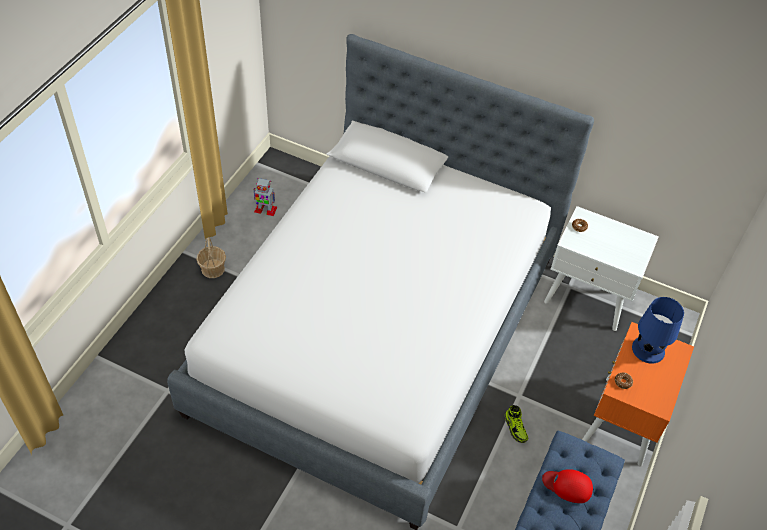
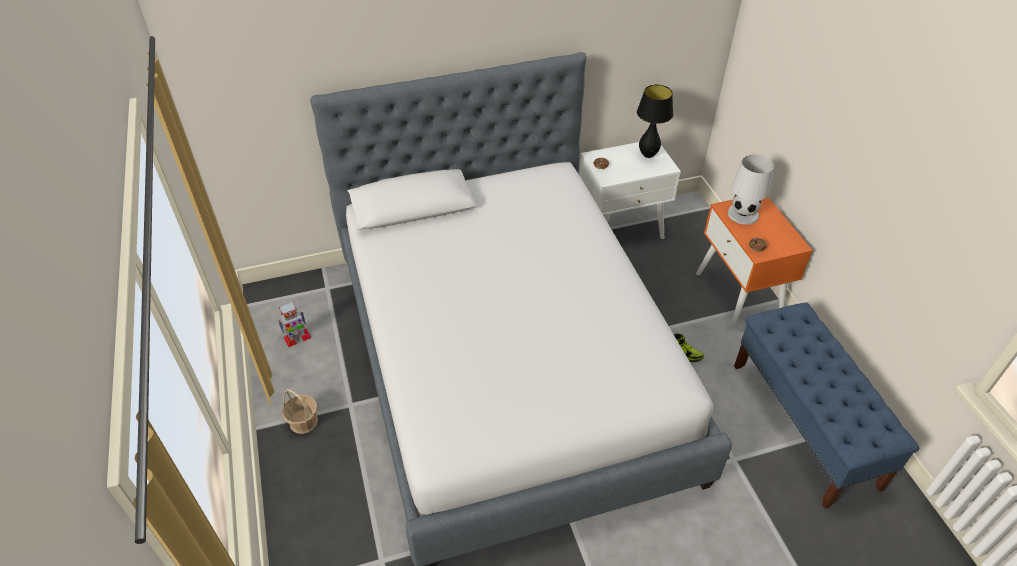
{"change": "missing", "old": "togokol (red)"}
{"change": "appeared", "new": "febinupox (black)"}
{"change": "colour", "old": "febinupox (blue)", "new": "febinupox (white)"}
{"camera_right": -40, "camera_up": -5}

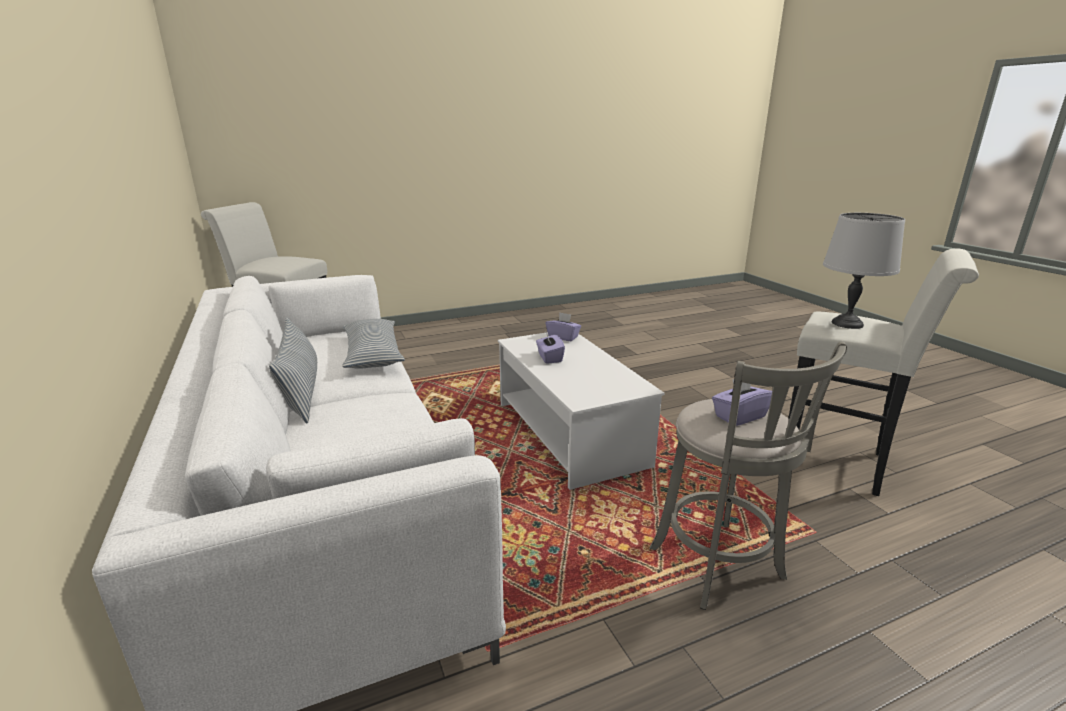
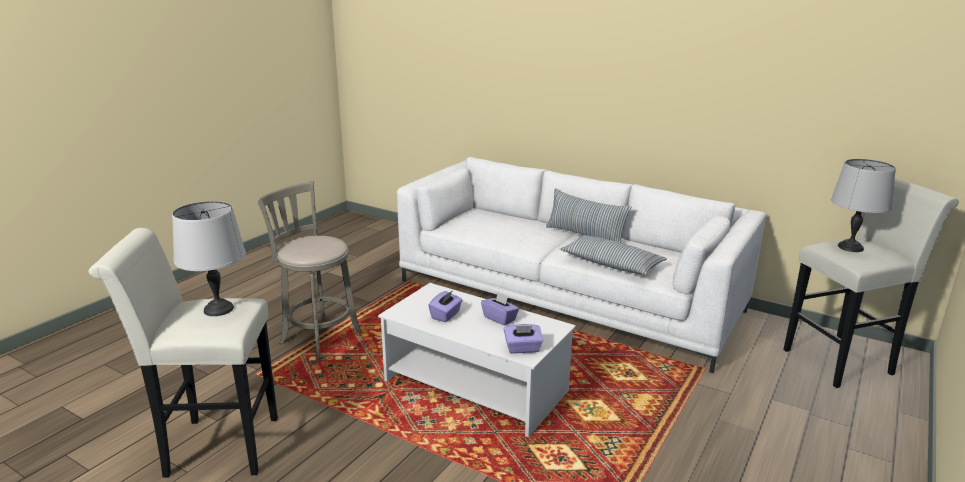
{"change": "appeared", "new": "febinupox (grey) (no. 2 from left)"}
{"change": "relocated", "old": "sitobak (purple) (no. 3 from left in the first image)", "new": "sitobak (purple) (no. 1 from left)"}
{"camera_right": 145, "camera_up": 0}

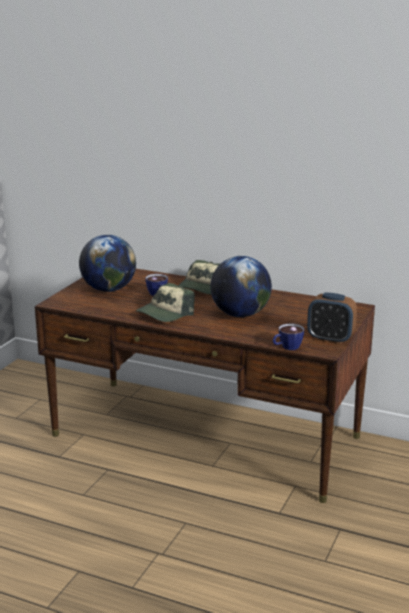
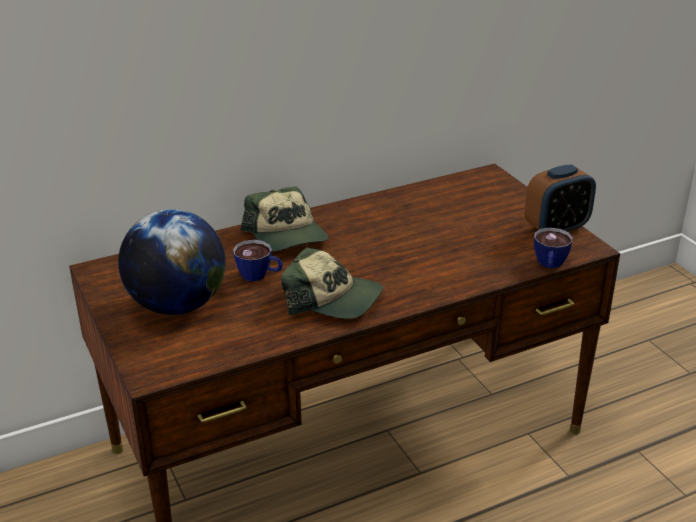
{"change": "missing", "old": "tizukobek (no. 2 from left)"}
{"change": "spun", "old": "togokol (no. 1 from left in the first image)", "degrees": -60}
{"camera_right": -50, "camera_up": 10}

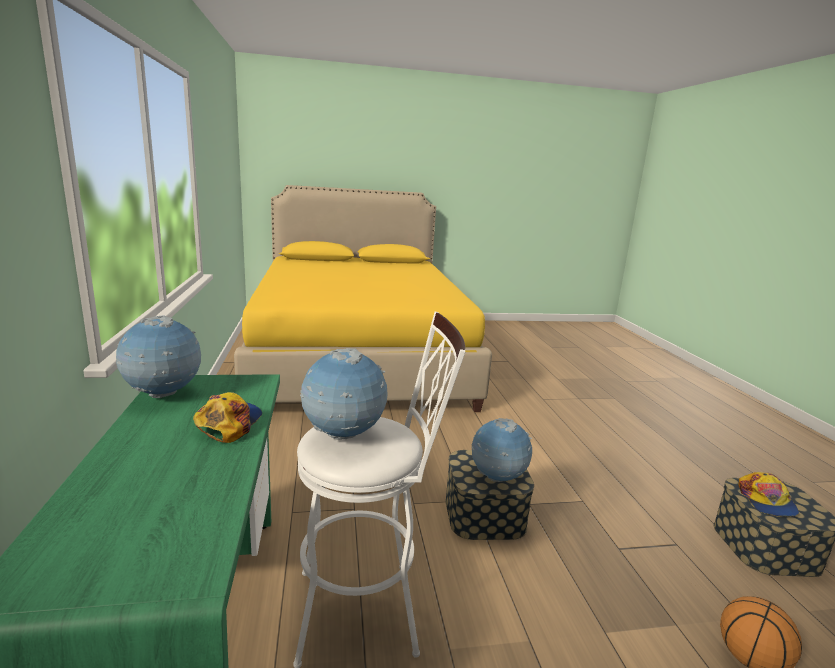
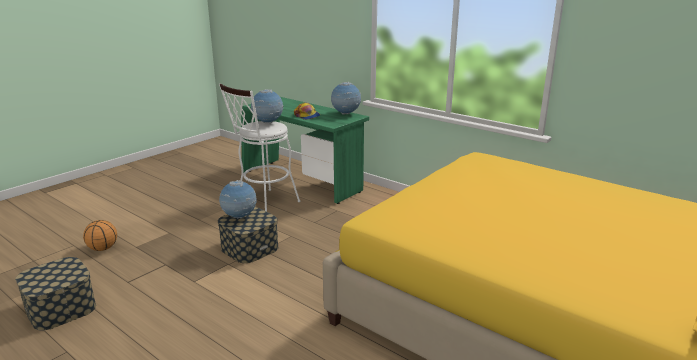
{"change": "missing", "old": "togokol (no. 2 from left)"}
{"camera_right": 140, "camera_up": 5}

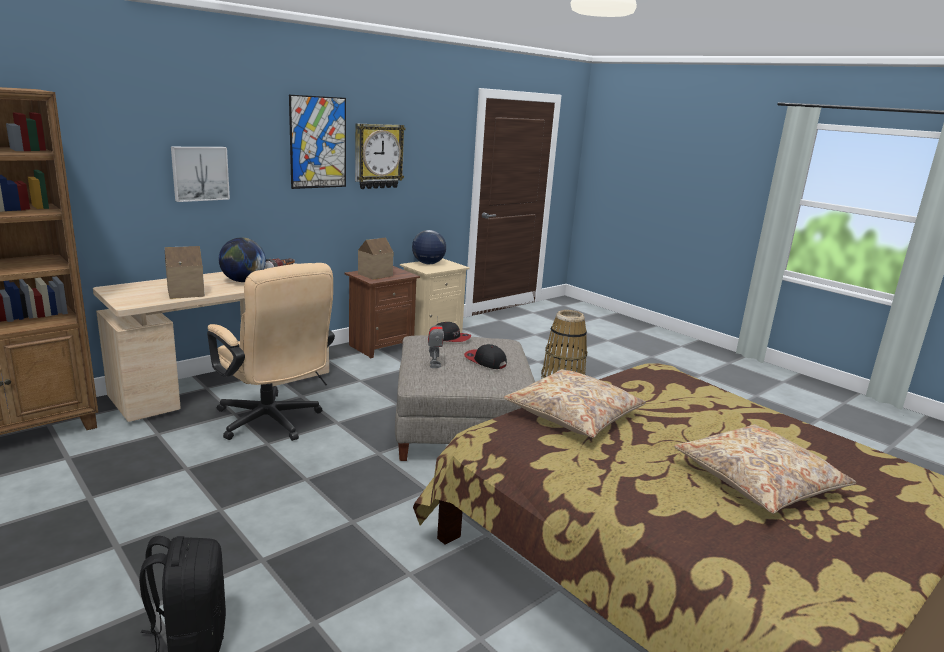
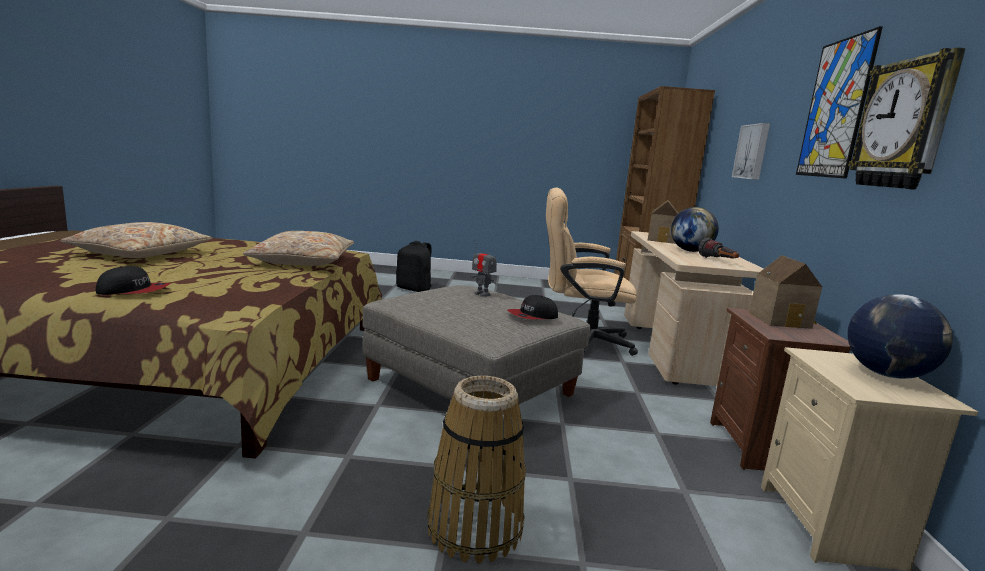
{"change": "relocated", "old": "togokol (no. 2 from left in the first image)", "new": "togokol (no. 1 from left)"}
{"camera_right": 135, "camera_up": -5}

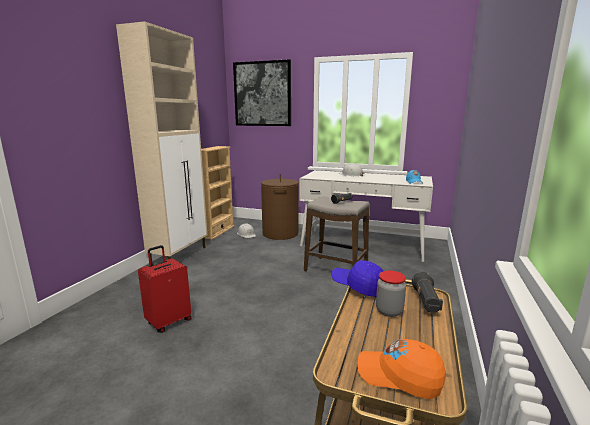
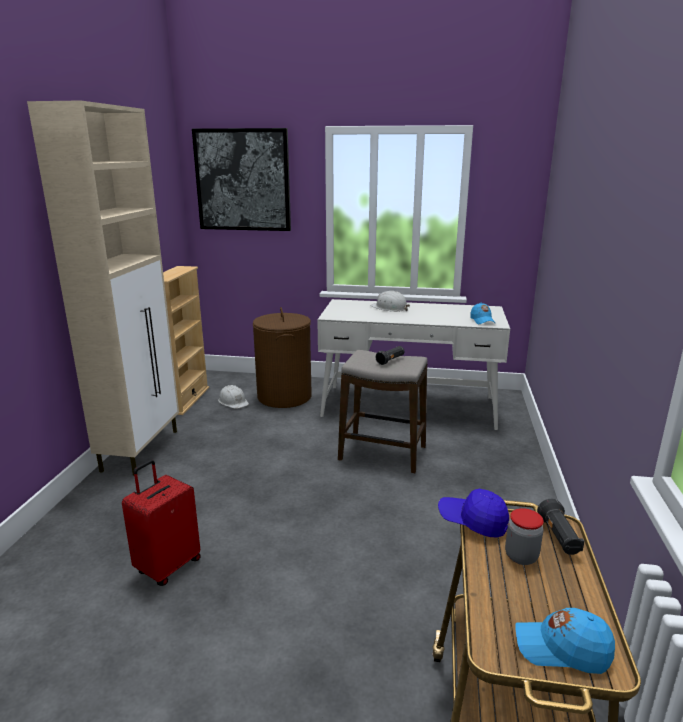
{"change": "colour", "old": "togokol (orange)", "new": "togokol (blue) (no. 3 from left)"}
{"camera_right": -10, "camera_up": 5}

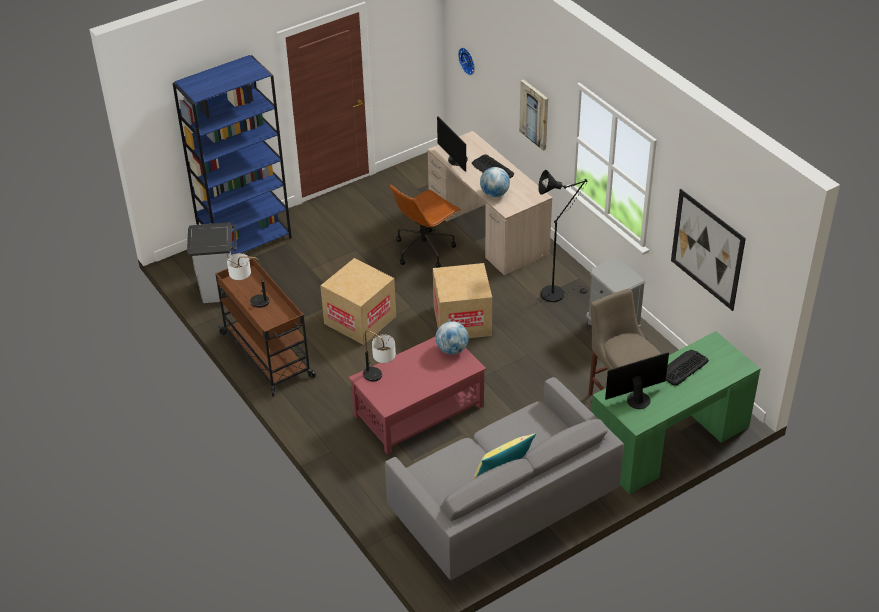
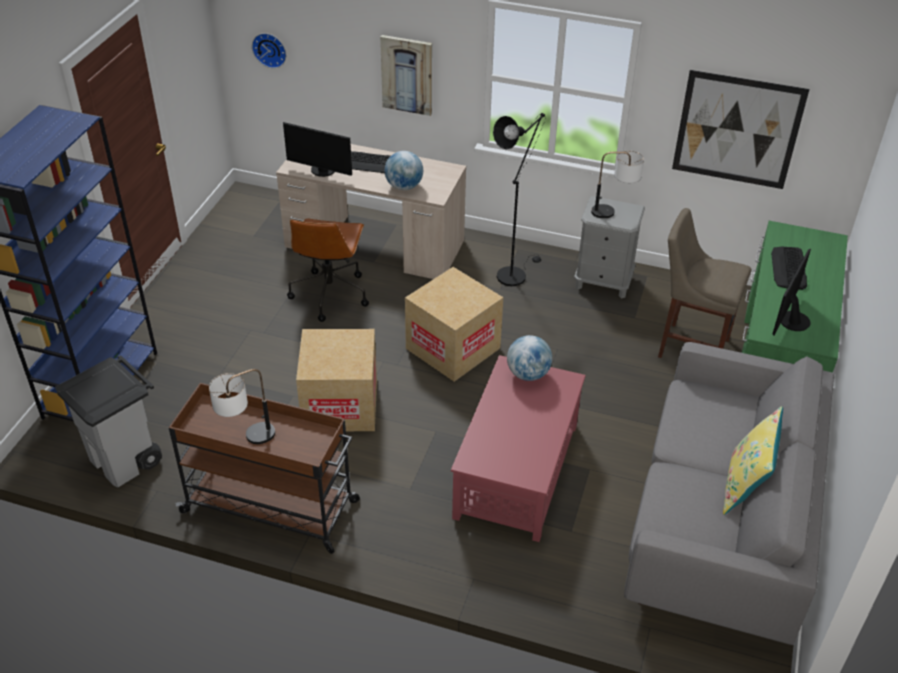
{"change": "relocated", "old": "febinupox (no. 2 from left)"}
{"camera_right": -40, "camera_up": 0}

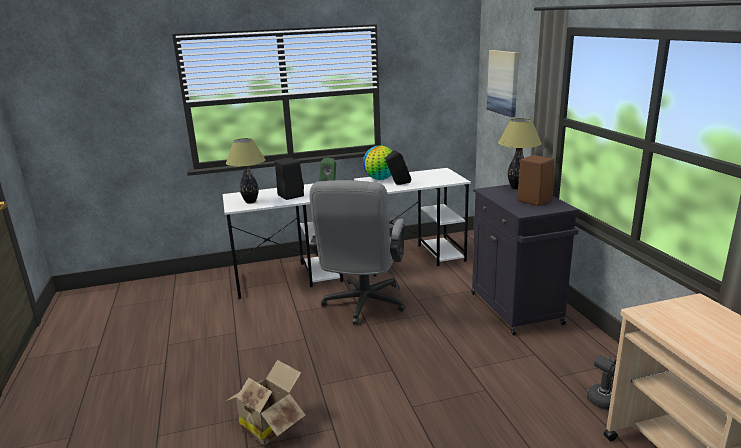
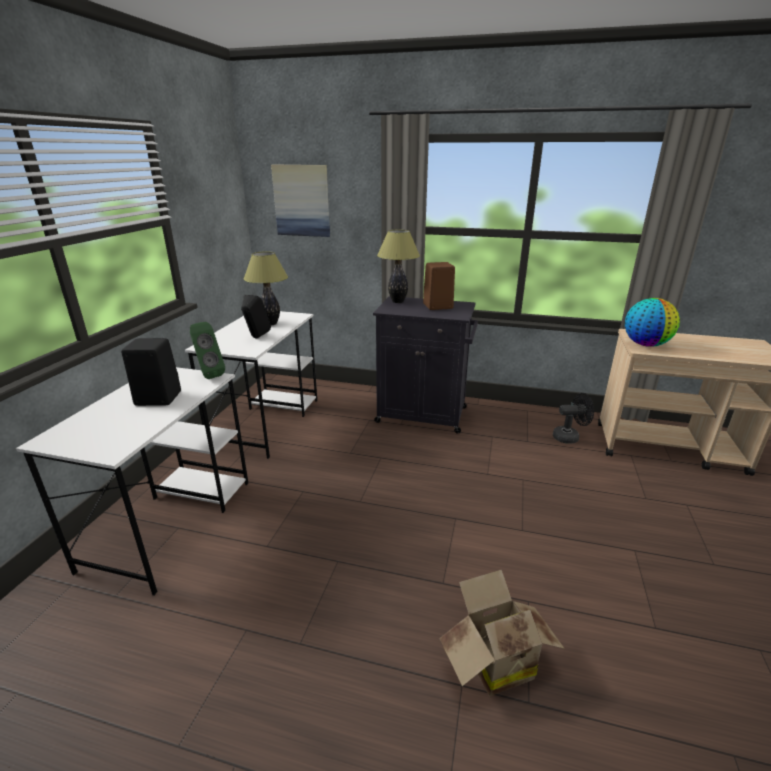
{"change": "missing", "old": "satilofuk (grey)"}
{"change": "relocated", "old": "febinupox (no. 1 from left)"}
{"change": "relocated", "old": "tizukobek"}
{"camera_right": -60, "camera_up": 5}

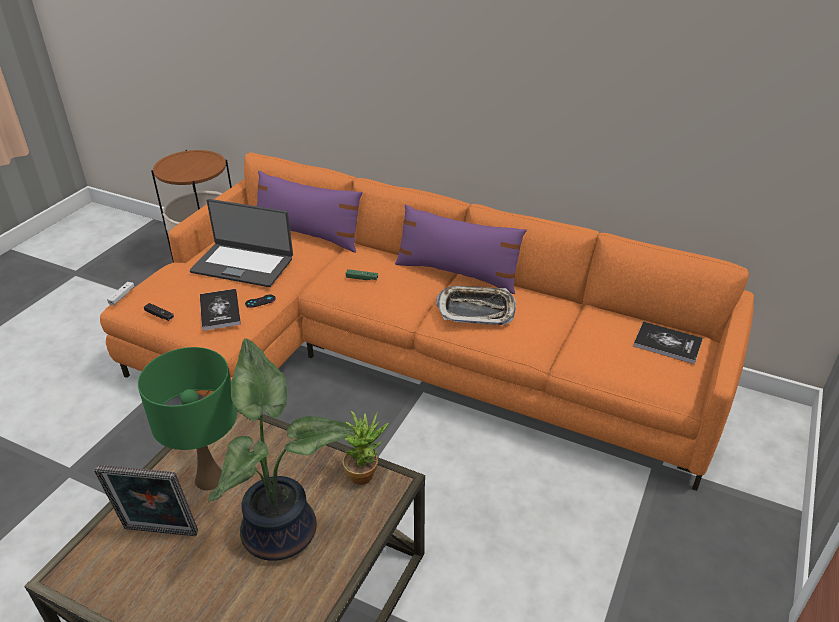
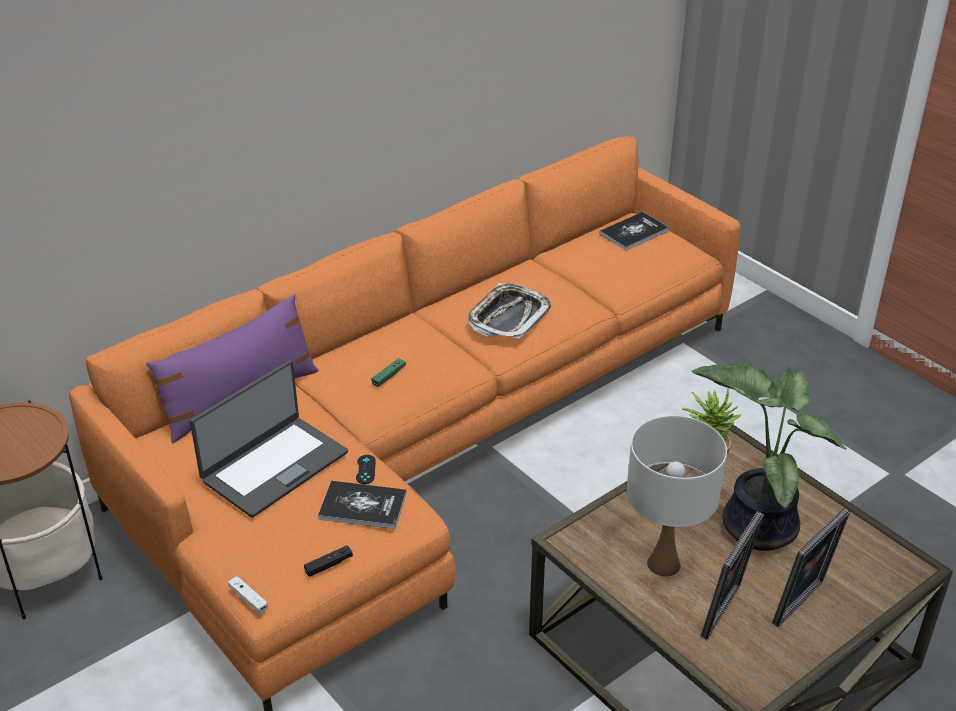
{"change": "missing", "old": "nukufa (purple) (no. 2 from left)"}
{"change": "appeared", "new": "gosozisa (no. 2 from left)"}
{"change": "colour", "old": "febinupox (green)", "new": "febinupox (white)"}
{"camera_right": -65, "camera_up": 0}

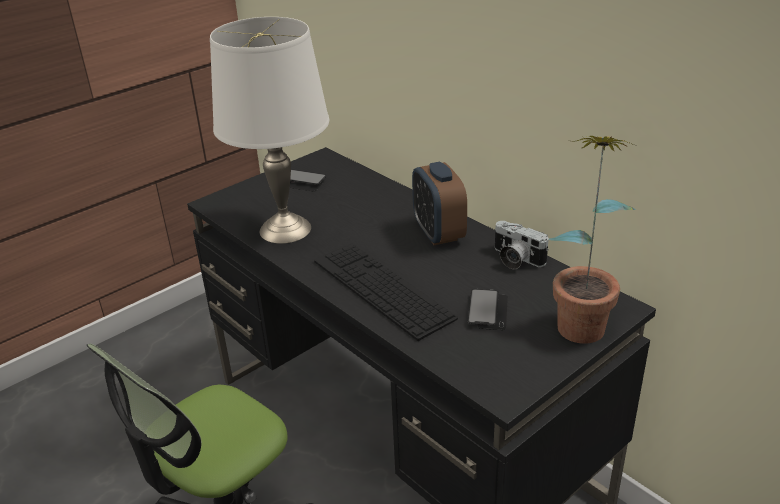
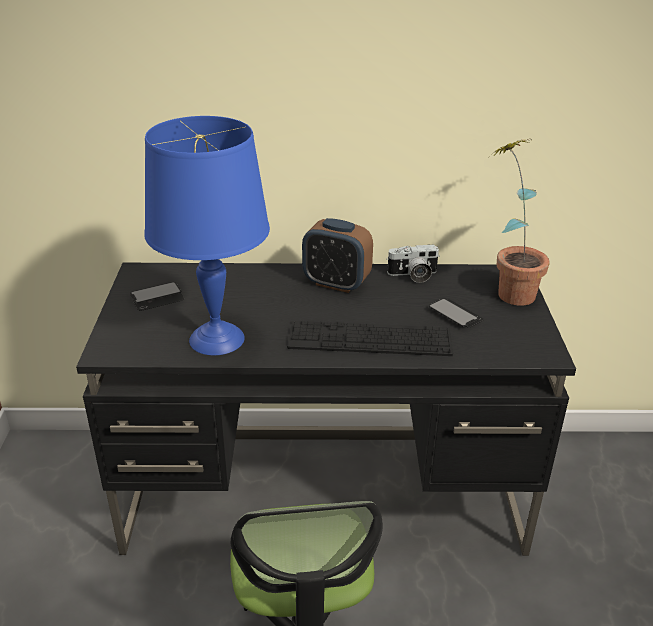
{"change": "colour", "old": "febinupox (white)", "new": "febinupox (blue)"}
{"camera_right": -50, "camera_up": 0}

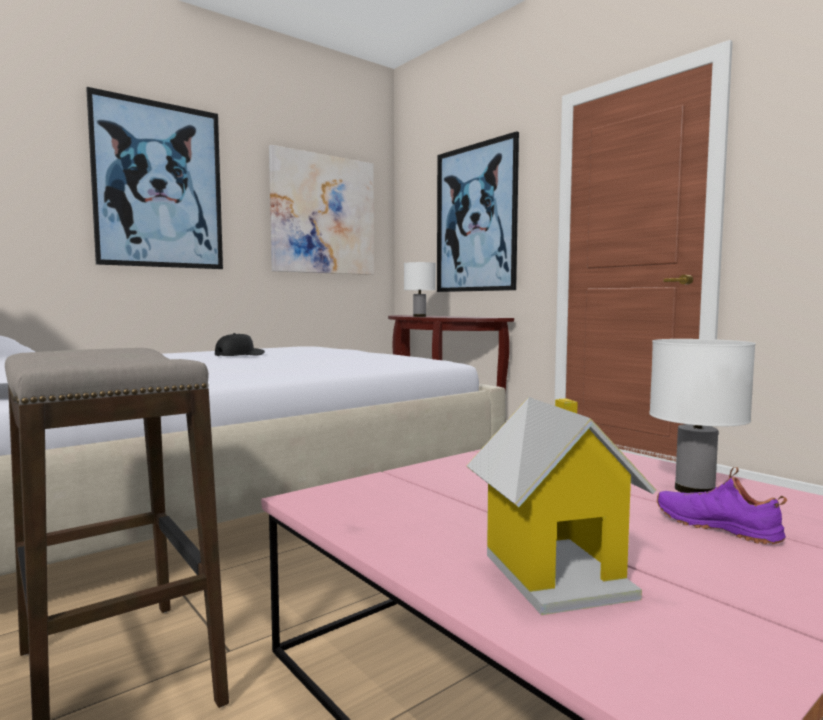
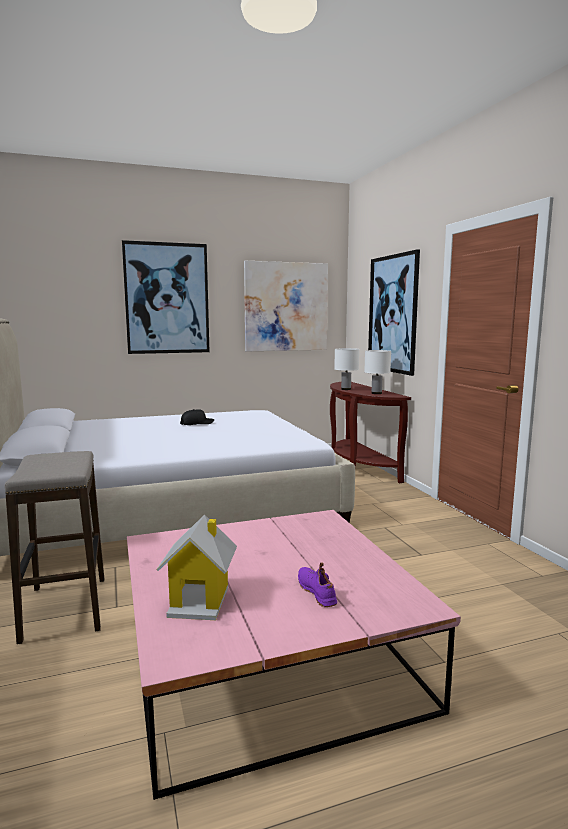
{"change": "relocated", "old": "febinupox (white) (no. 2 from left)"}
{"camera_right": 20, "camera_up": 5}

